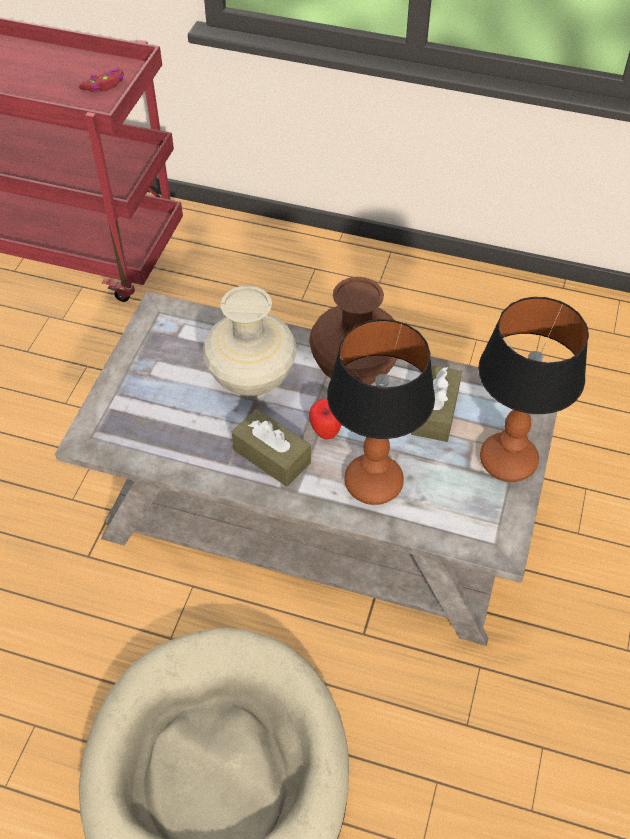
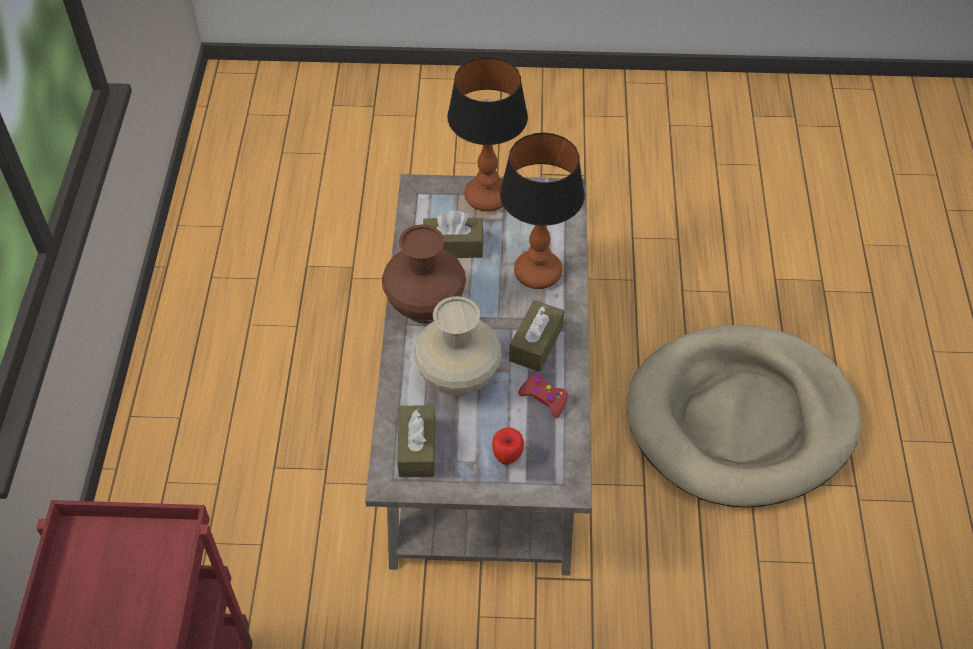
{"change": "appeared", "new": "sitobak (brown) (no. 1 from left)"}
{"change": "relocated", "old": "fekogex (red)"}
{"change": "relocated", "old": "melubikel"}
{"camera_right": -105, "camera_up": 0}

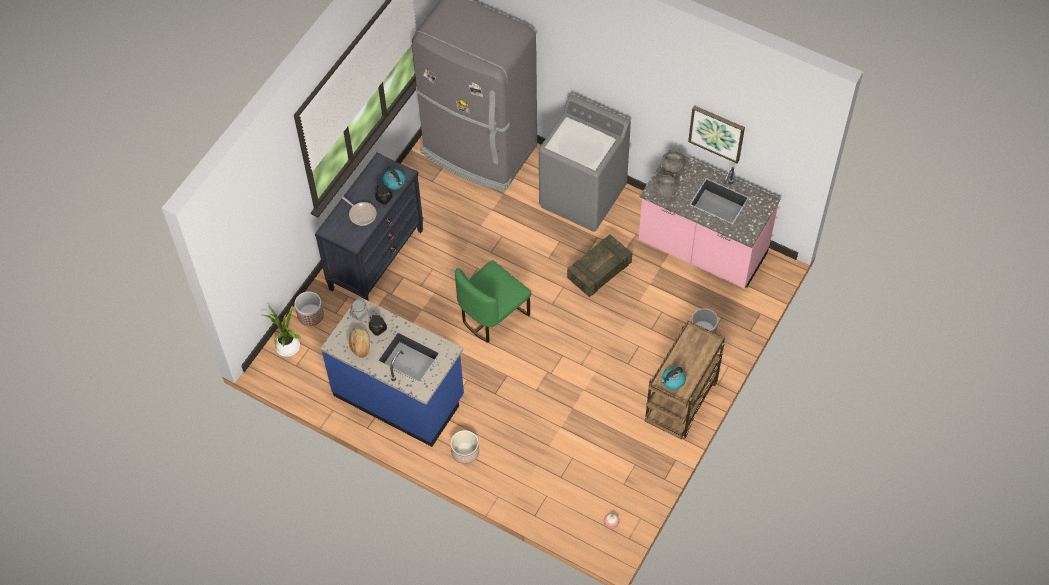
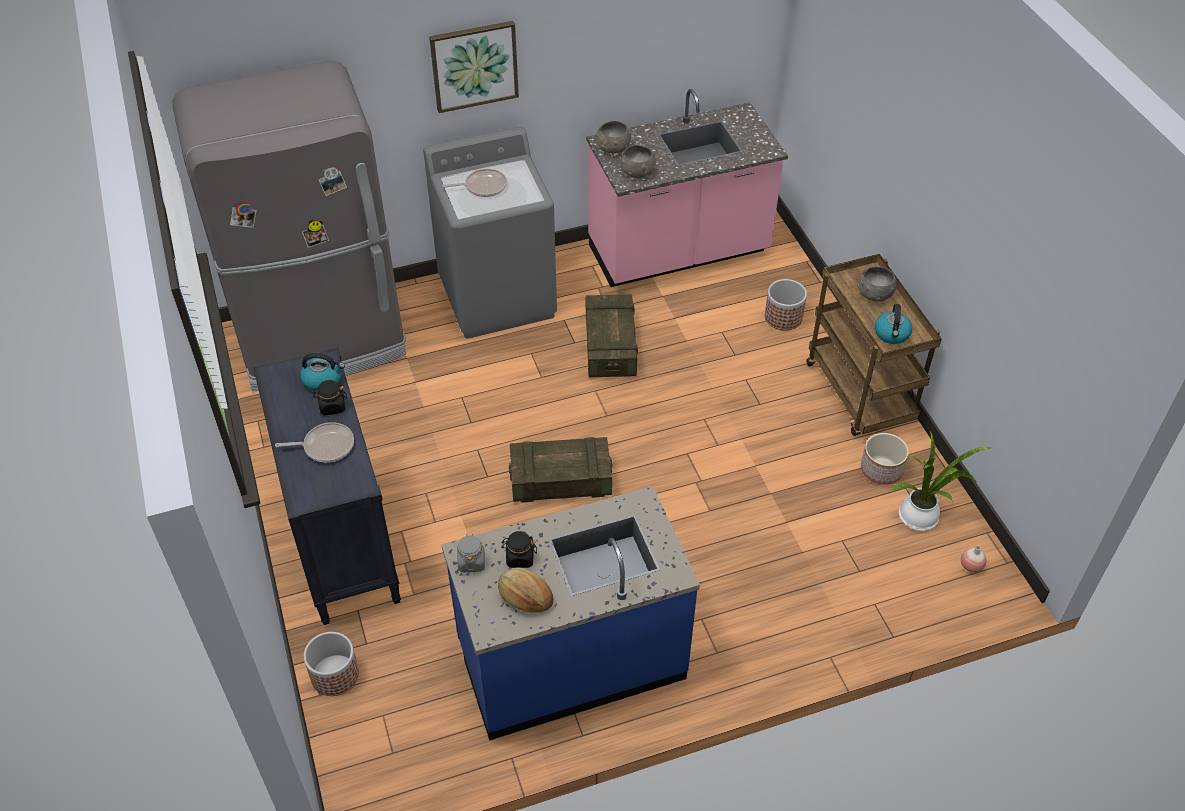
{"change": "appeared", "new": "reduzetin (no. 2 from left)"}
{"change": "appeared", "new": "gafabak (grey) (no. 3 from left)"}
{"change": "relocated", "old": "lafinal"}
{"change": "relocated", "old": "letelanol (no. 2 from left in the first image)", "new": "letelanol (no. 3 from left)"}
{"change": "relocated", "old": "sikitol"}
{"change": "exchanged", "old": "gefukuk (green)", "new": "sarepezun (no. 1 from left)"}
{"camera_right": -50, "camera_up": -10}

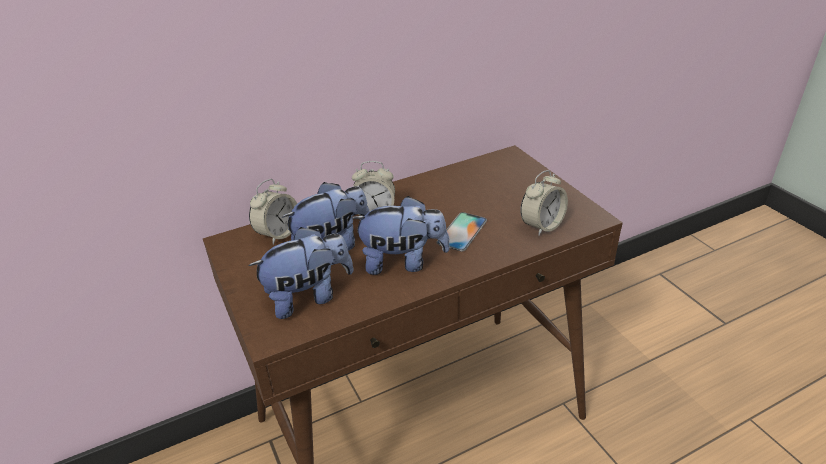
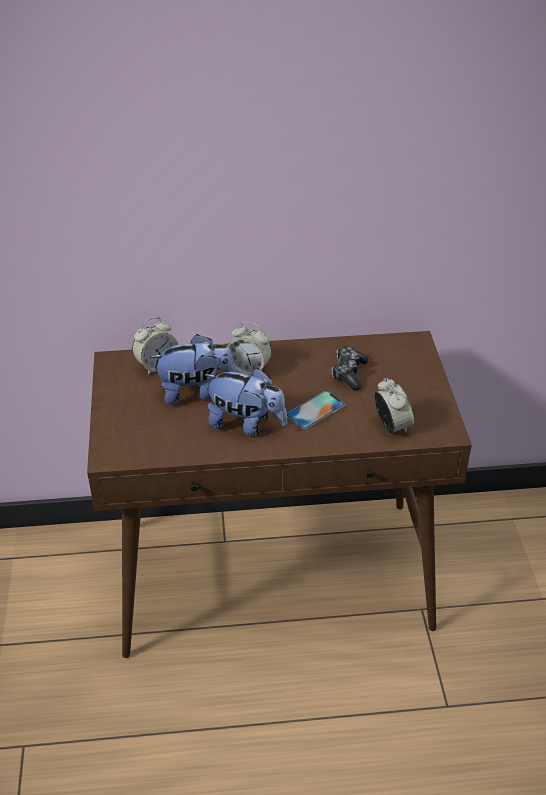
{"change": "missing", "old": "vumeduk (no. 1 from left)"}
{"change": "appeared", "new": "fekogex"}
{"change": "spun", "old": "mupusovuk (no. 3 from left)", "degrees": -90}
{"camera_right": 20, "camera_up": 5}

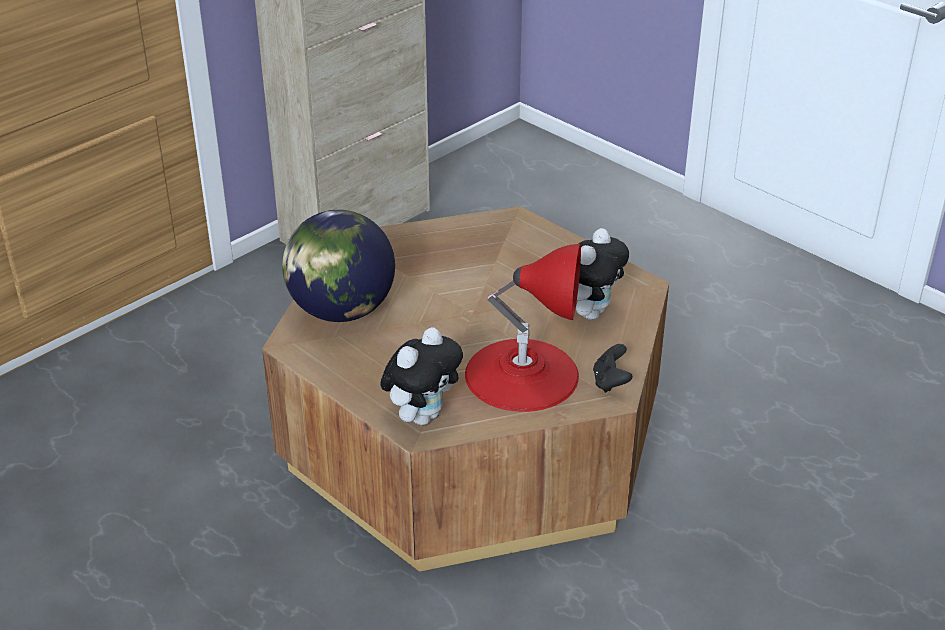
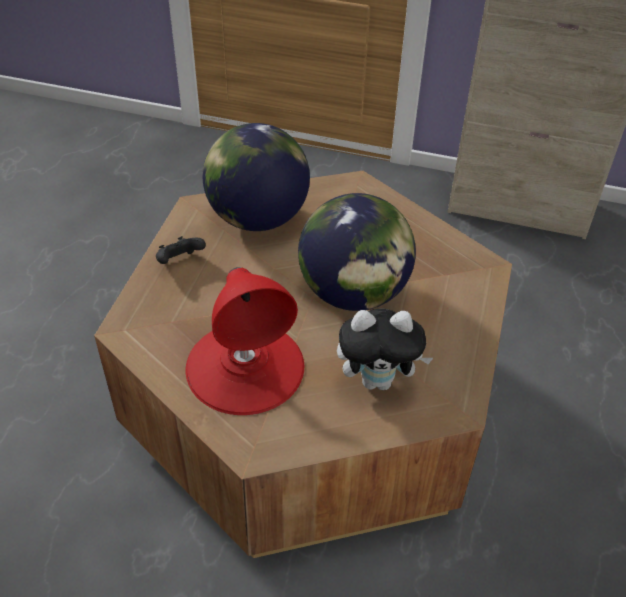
{"change": "missing", "old": "vumeduk (no. 1 from left)"}
{"change": "appeared", "new": "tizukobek (no. 2 from left)"}
{"change": "relocated", "old": "fekogex (black)"}
{"camera_right": 60, "camera_up": 10}

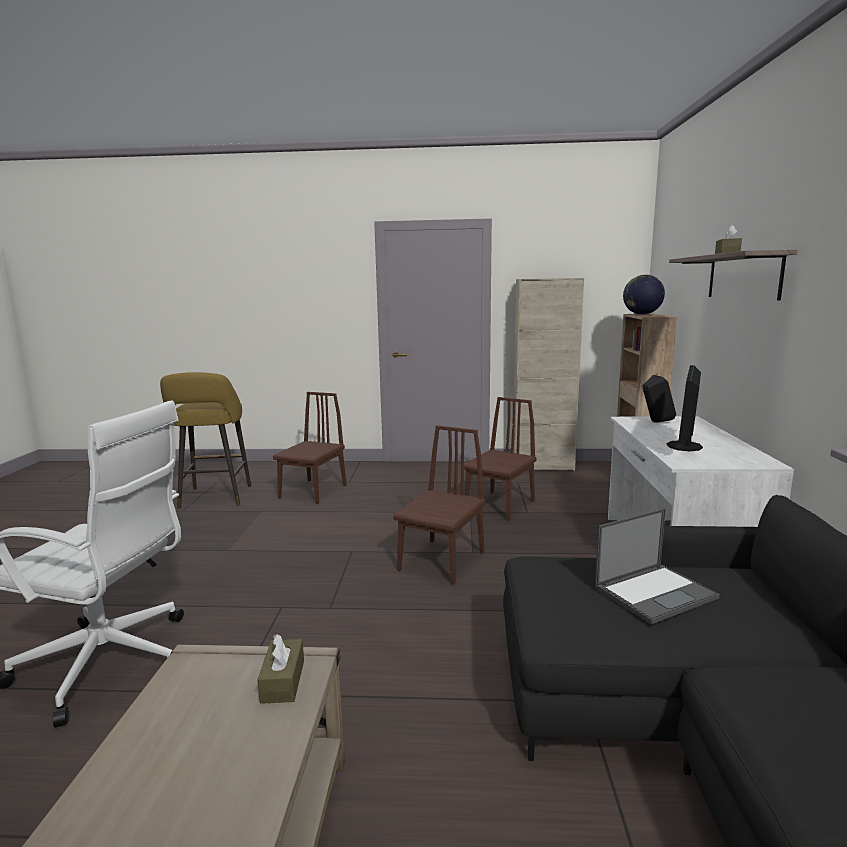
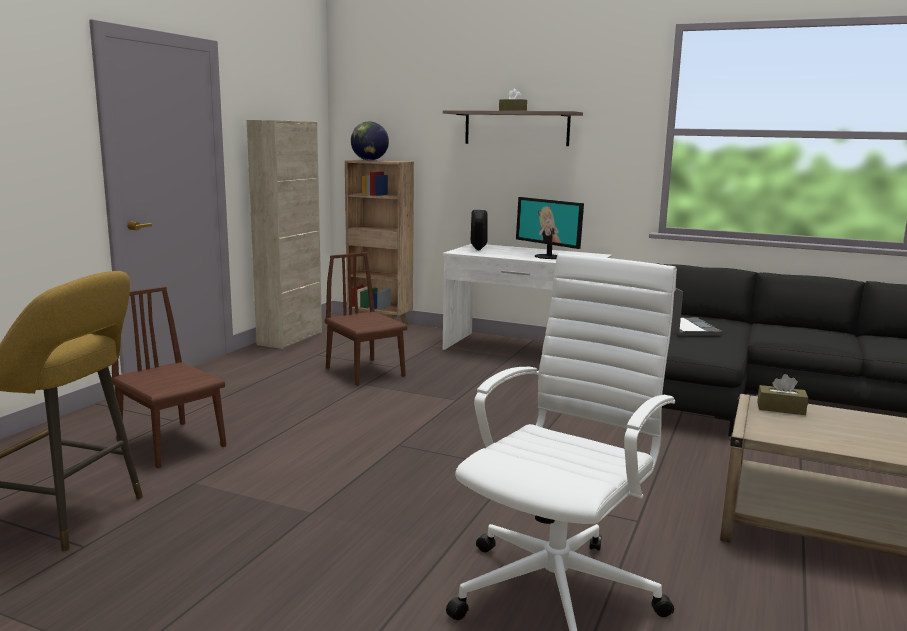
{"change": "missing", "old": "gefukuk (brown) (no. 2 from left)"}
{"camera_right": -70, "camera_up": 0}

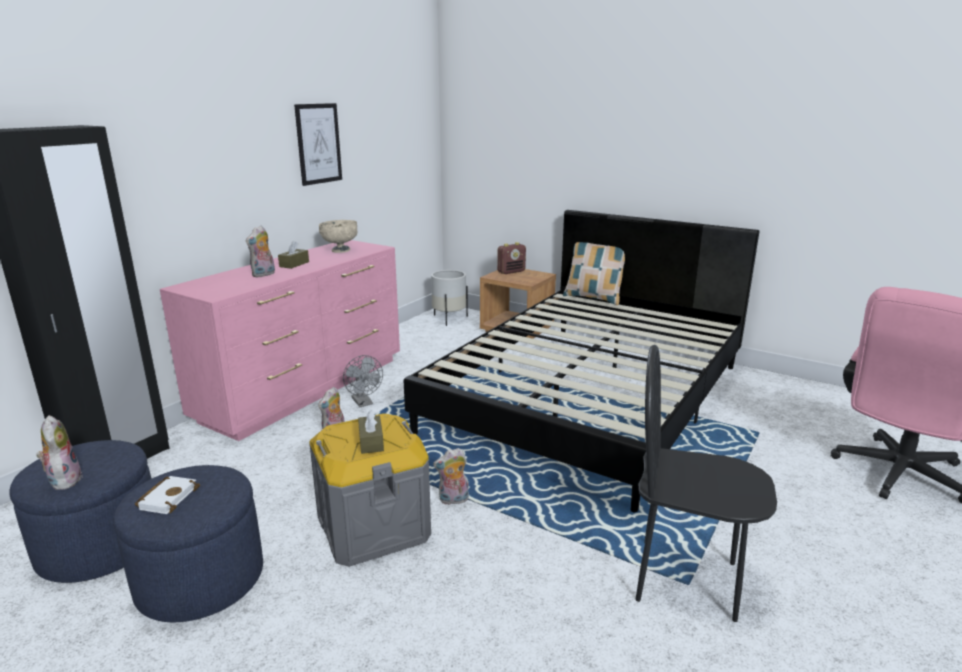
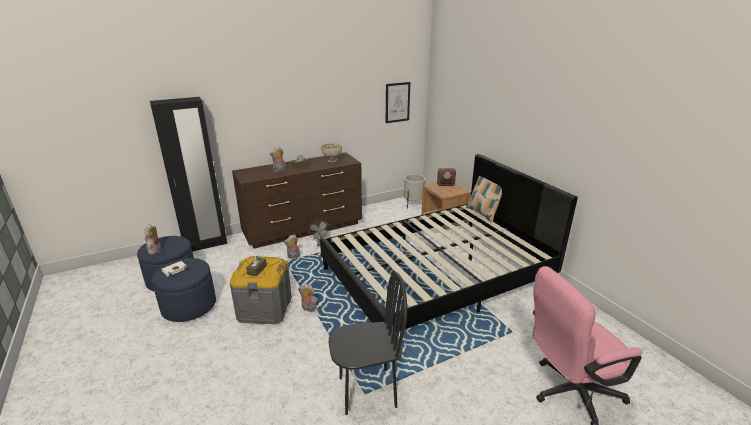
{"change": "relocated", "old": "sikitol"}
{"change": "colour", "old": "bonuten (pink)", "new": "bonuten (brown)"}
{"change": "spun", "old": "gefukuk (black)", "degrees": 120}
{"camera_right": 30, "camera_up": 5}

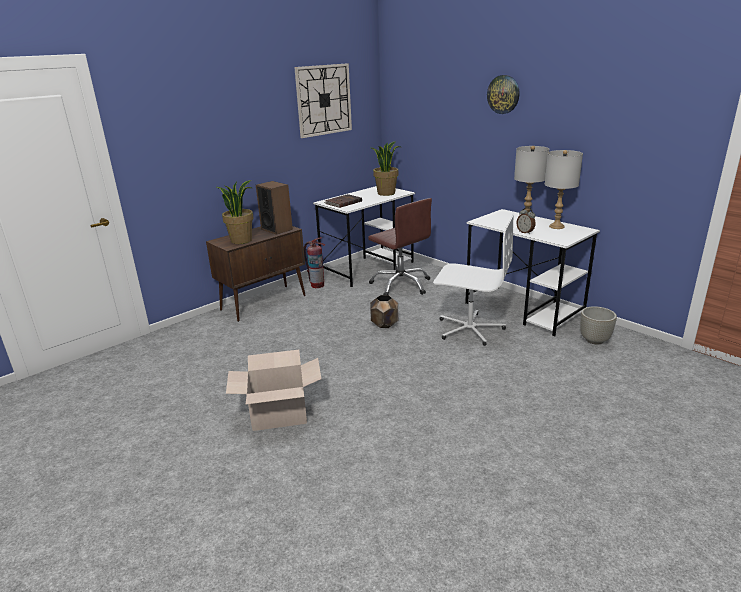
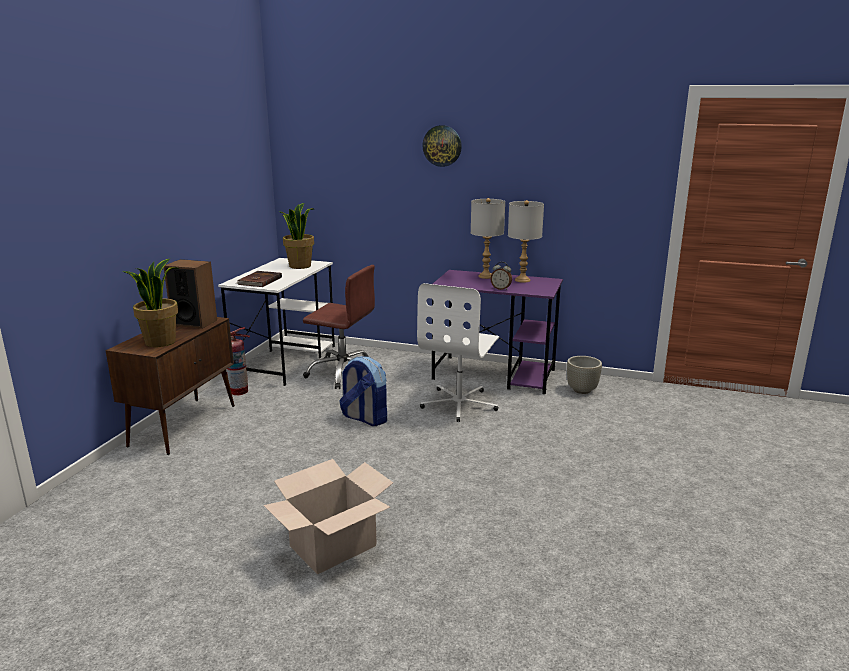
{"change": "missing", "old": "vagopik (no. 1 from left)"}
{"change": "exchanged", "old": "letelanol (brown)", "new": "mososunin"}
{"change": "colour", "old": "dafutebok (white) (no. 2 from left)", "new": "dafutebok (purple)"}
{"change": "spun", "old": "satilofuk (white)", "degrees": 120}
{"camera_right": -30, "camera_up": -5}

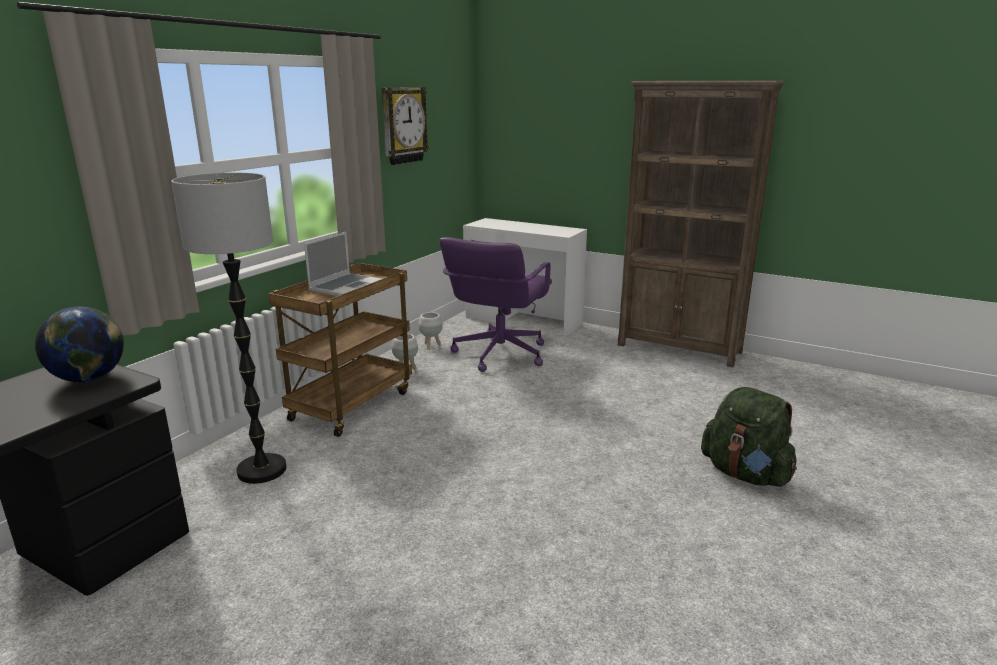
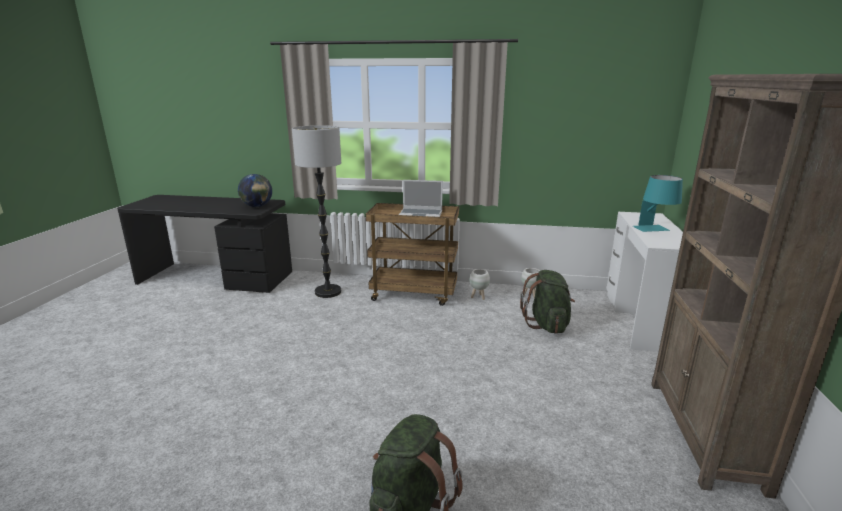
{"change": "missing", "old": "vagopik"}
{"change": "appeared", "new": "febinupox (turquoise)"}
{"change": "exchanged", "old": "satilofuk (purple)", "new": "mososunin (green) (no. 2 from left)"}
{"camera_right": 70, "camera_up": 0}

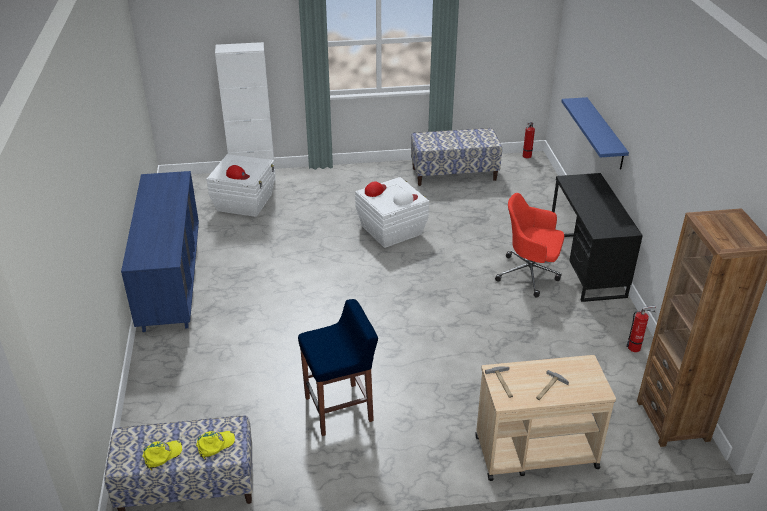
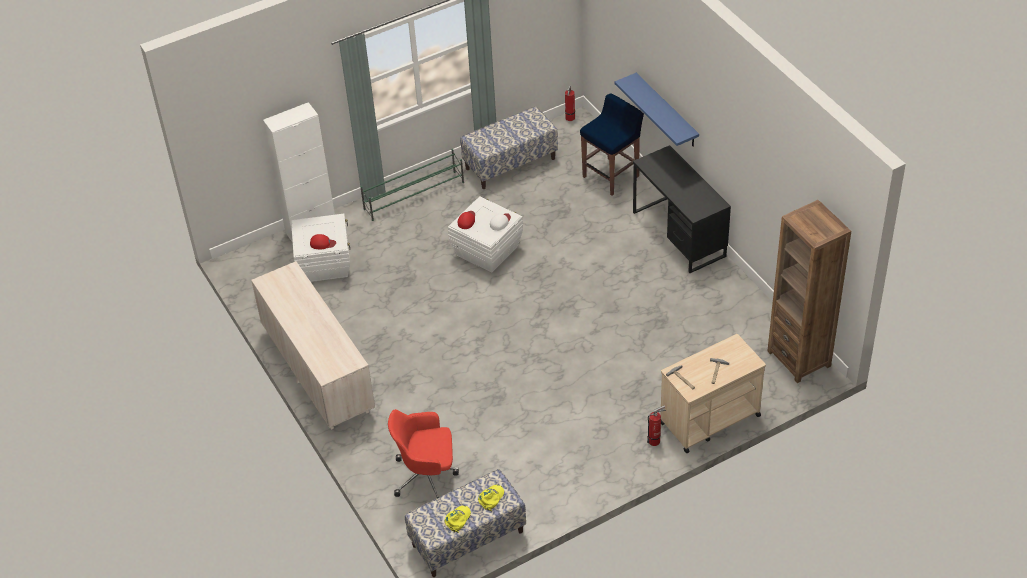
{"change": "appeared", "new": "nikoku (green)"}
{"change": "relocated", "old": "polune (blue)"}
{"change": "relocated", "old": "satilofuk (red)"}
{"change": "relocated", "old": "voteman (no. 2 from left)"}
{"change": "colour", "old": "bonuten (blue)", "new": "bonuten (beige)"}
{"camera_right": -20, "camera_up": 10}

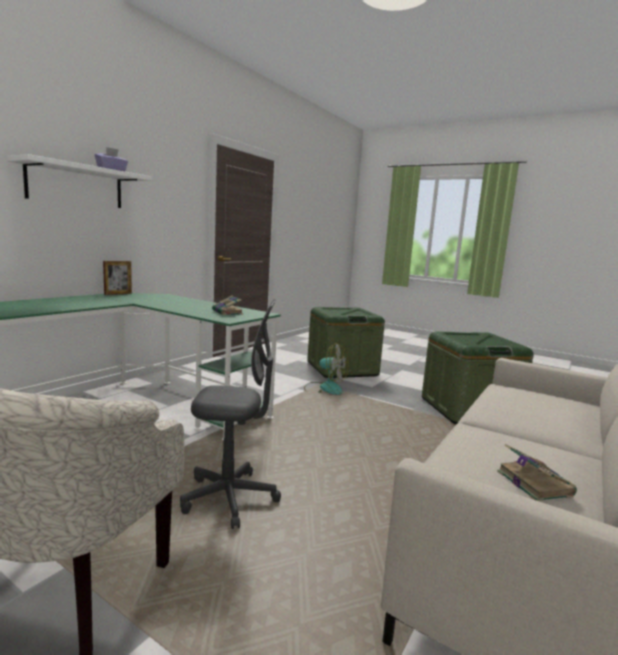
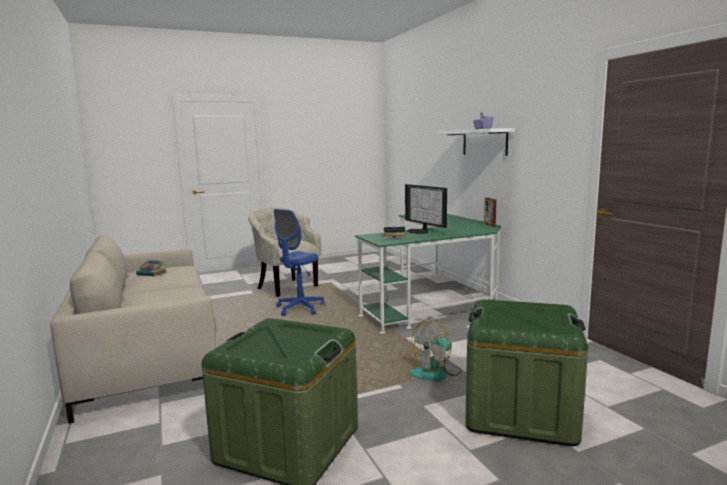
{"change": "appeared", "new": "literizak"}
{"change": "colour", "old": "satilofuk (grey)", "new": "satilofuk (blue)"}
{"camera_right": 125, "camera_up": 0}

